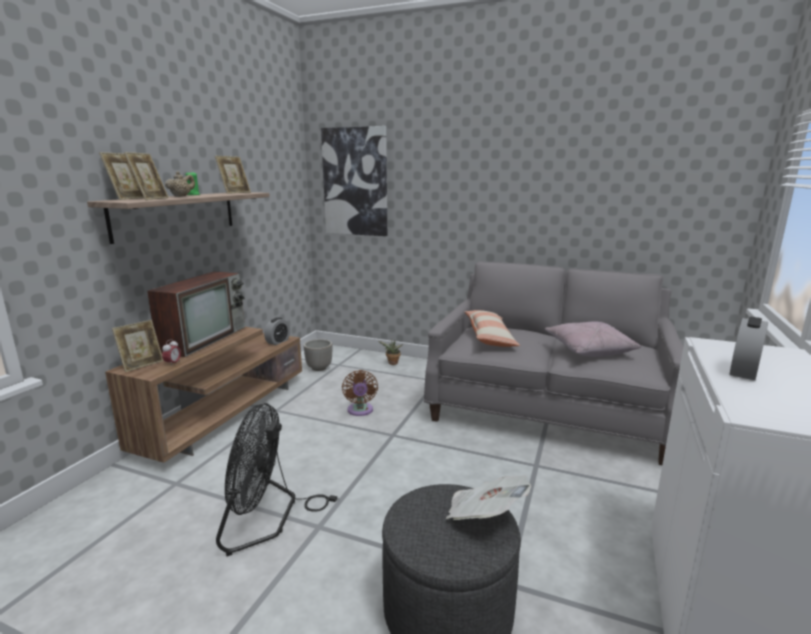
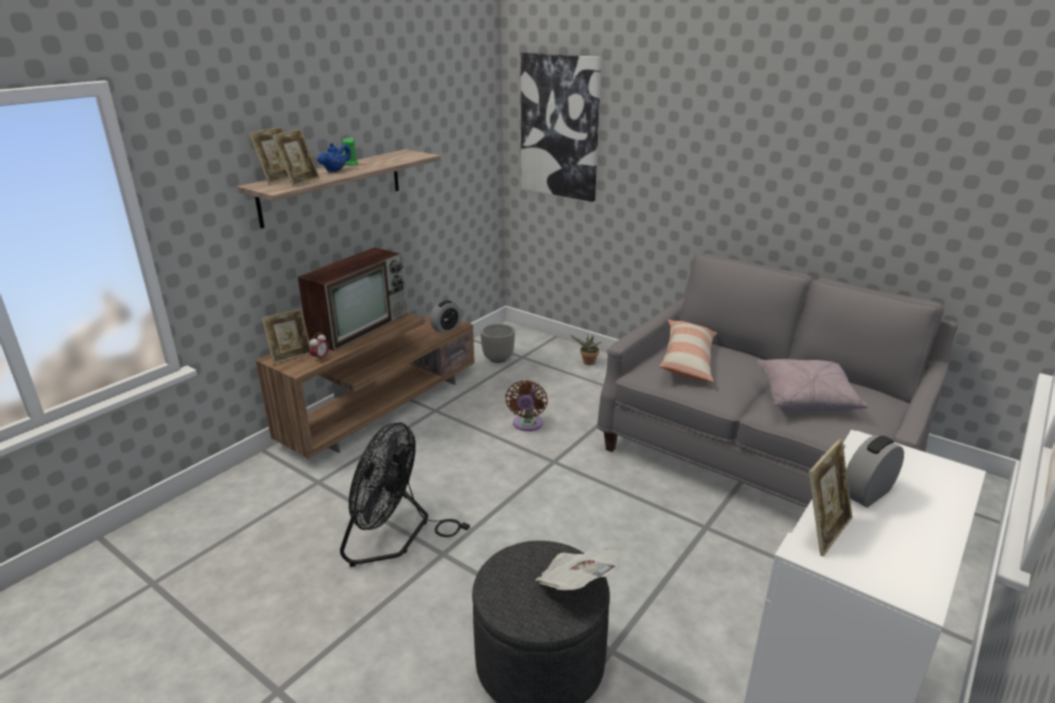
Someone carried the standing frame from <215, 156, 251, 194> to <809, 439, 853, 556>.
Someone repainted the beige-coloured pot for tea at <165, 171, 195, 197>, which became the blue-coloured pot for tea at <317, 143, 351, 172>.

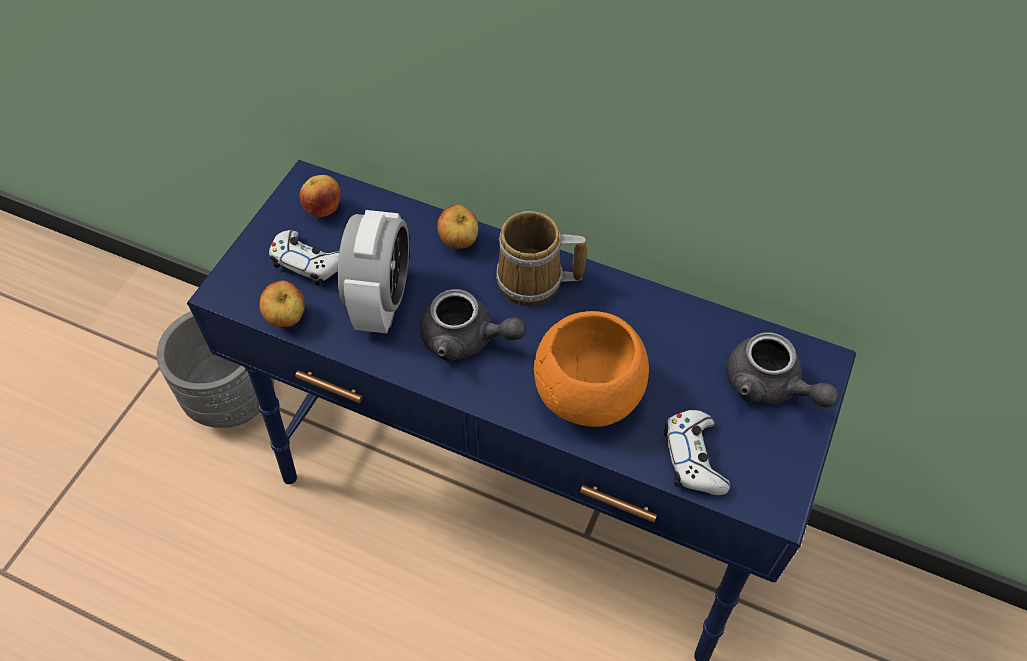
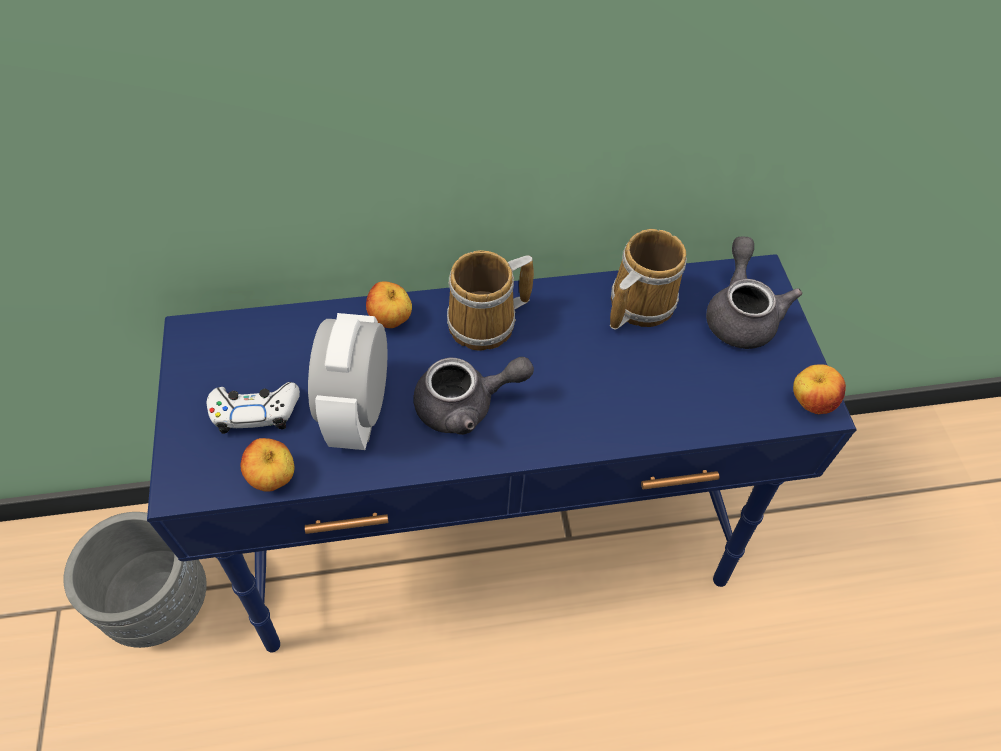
Someone took away the orange-coloured bowl at <534, 311, 649, 427>.
Someone took away the white-coloured game controller at <663, 410, 730, 495>.
Someone put down the coffee mug at <610, 229, 687, 329>.
Someone carried the whole apple from <300, 175, 341, 217> to <793, 364, 846, 414>.
Someone rotated the table clock at <338, 210, 409, 334> by 150 degrees counterclockwise.
Someone rotated the greyish pot for tea at <726, 332, 839, 407> by 105 degrees counterclockwise.

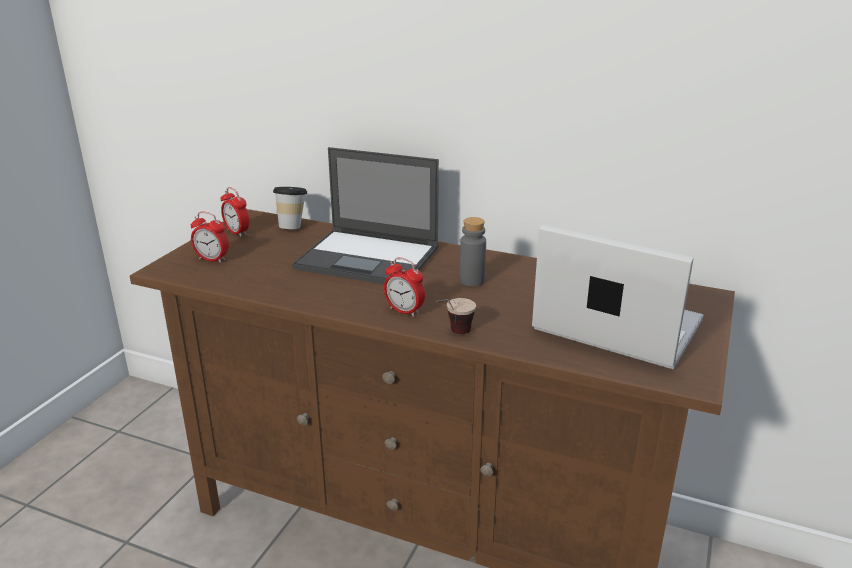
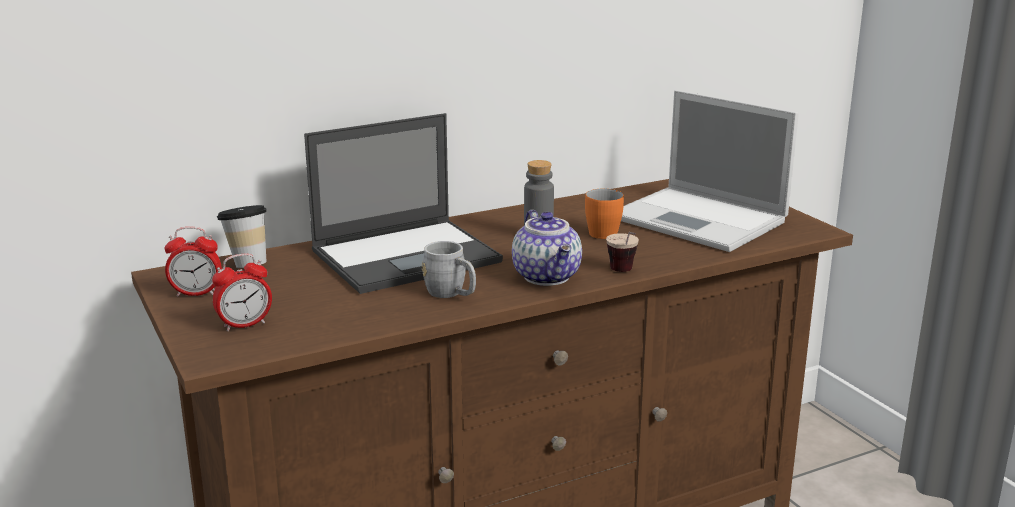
Someone put down the greyish coffee mug at <422, 241, 476, 298>.
Someone put down the orange-coloured coffee mug at <585, 189, 624, 239>.
Someone swapped the table clock at <384, 257, 425, 317> for the pot for tea at <512, 210, 582, 286>.
Someone rotated the portable computer at <532, 224, 703, 369> by 120 degrees counterclockwise.

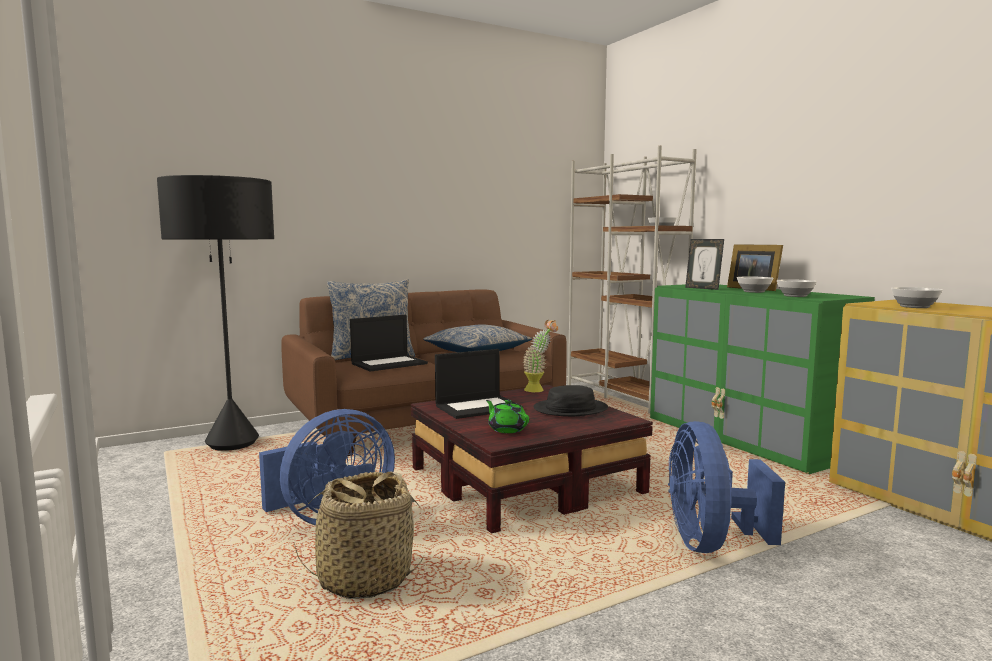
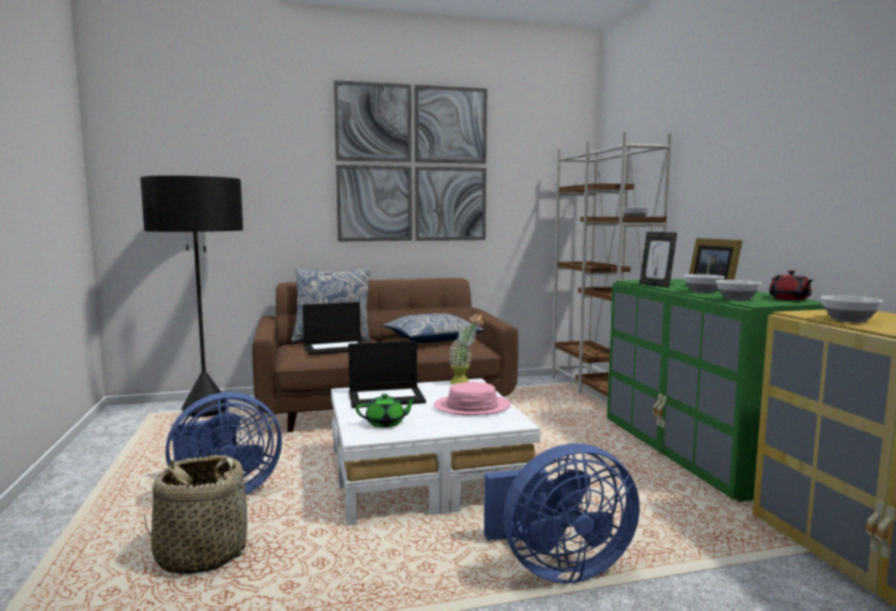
Someone put up the picture at <334, 80, 487, 241>.
Someone put down the reddish pot for tea at <769, 270, 813, 301>.
Someone repainted the brownish lounge table at <411, 385, 653, 534>, which became the white-coloured lounge table at <331, 378, 540, 526>.
Someone repainted the black wearable hat at <534, 385, 608, 417>, which became the pink-coloured wearable hat at <434, 382, 511, 415>.
Someone rotated the green pot for tea at <486, 400, 529, 433> by 105 degrees clockwise.
Someone rotated the blue-coloured fan at <668, 421, 785, 553> by 120 degrees counterclockwise.

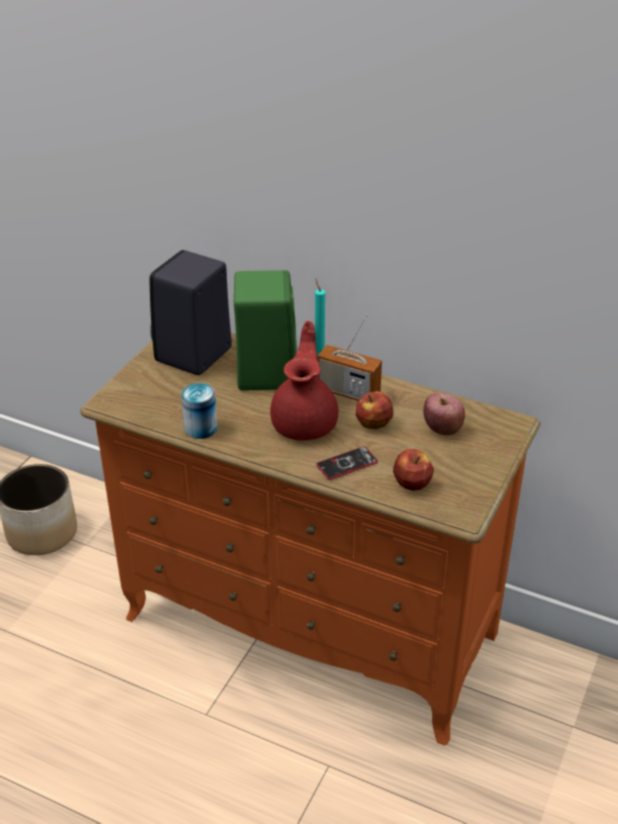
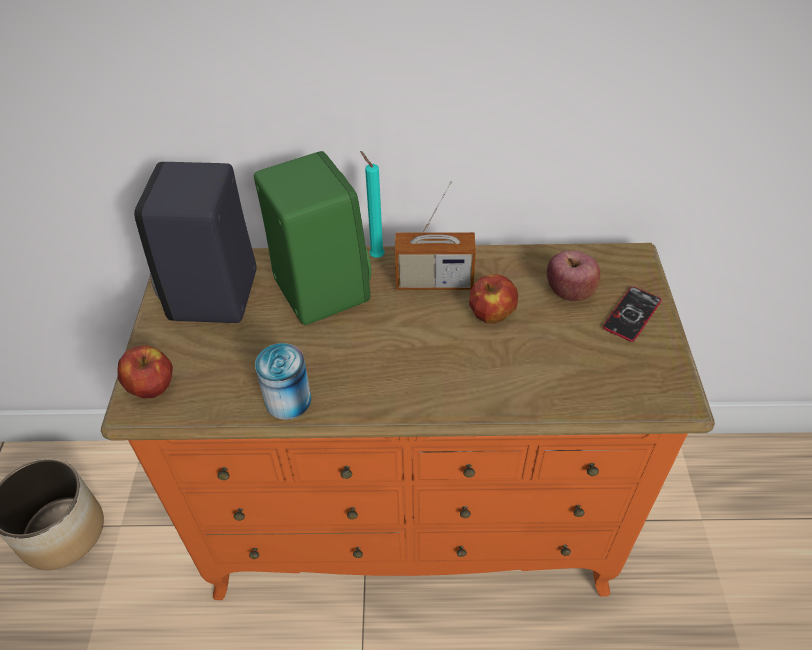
Someone took away the reddish pot for tea at <270, 321, 338, 441>.
Someone carried the phone from <316, 447, 378, 480> to <603, 287, 661, 342>.
Someone carried the whole apple from <393, 449, 434, 491> to <117, 345, 173, 399>.

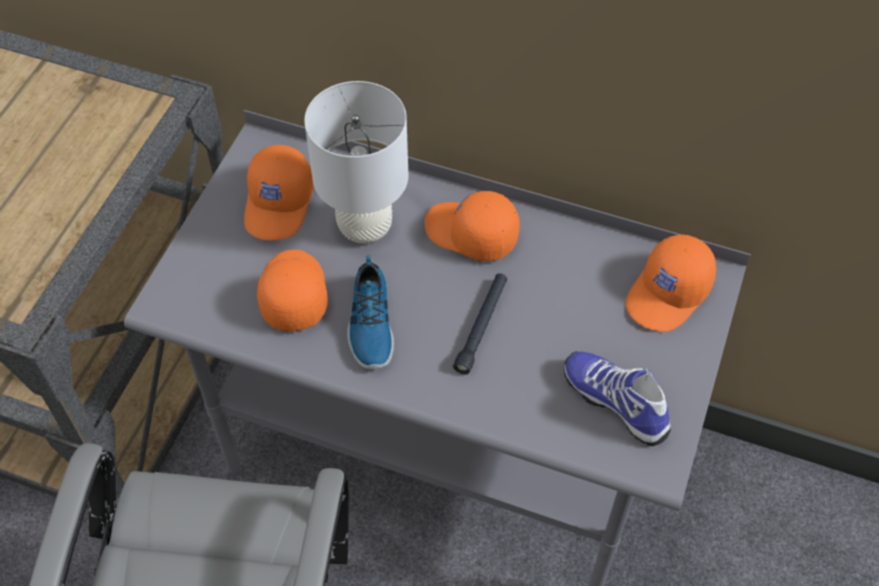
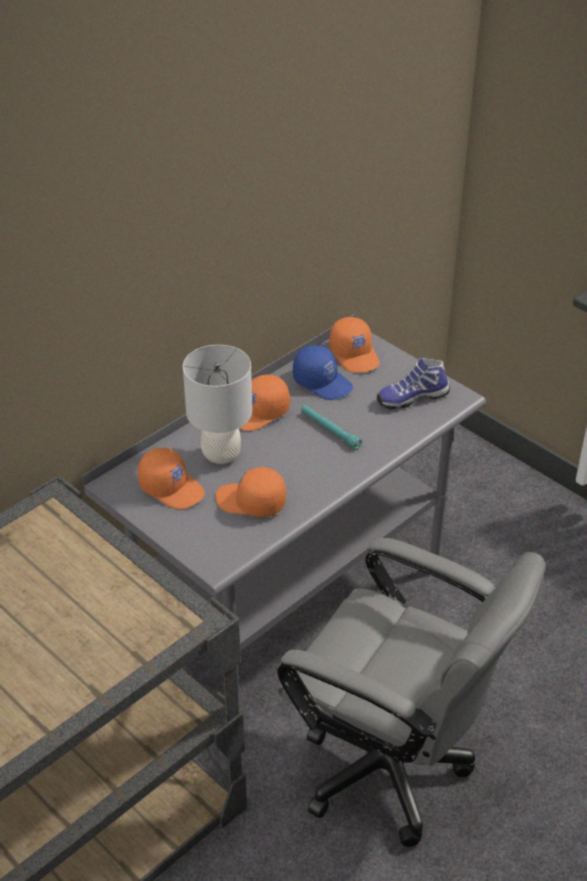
Someone took away the shoe at <347, 255, 394, 369>.
Someone put down the blue-coloured baseball cap at <293, 345, 353, 400>.
Someone repainted the black flashlight at <453, 273, 507, 375>, which became the blue-green flashlight at <301, 405, 362, 450>.

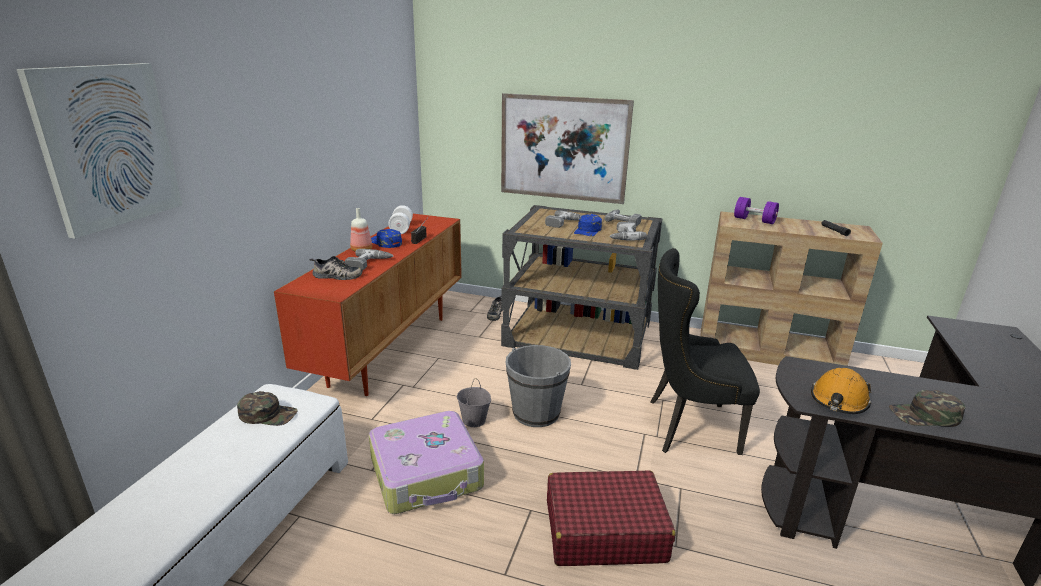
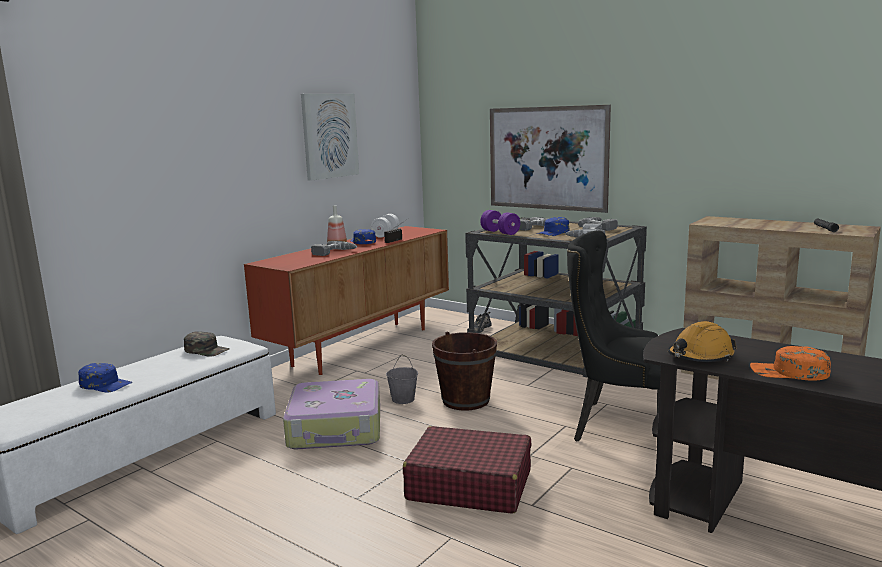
Someone took away the shoe at <309, 256, 362, 280>.
Someone put down the blue-coloured baseball cap at <78, 363, 132, 392>.
Someone carried the picture from <17, 63, 182, 239> to <301, 94, 359, 181>.
Someone carried the purple-coloured free weight from <734, 197, 779, 224> to <480, 210, 520, 235>.
Someone repainted the greyish water bucket at <505, 345, 571, 427>, which became the brownish water bucket at <432, 332, 497, 410>.
Someone repainted the green baseball cap at <889, 390, 965, 427>, which became the orange-coloured baseball cap at <750, 346, 831, 381>.

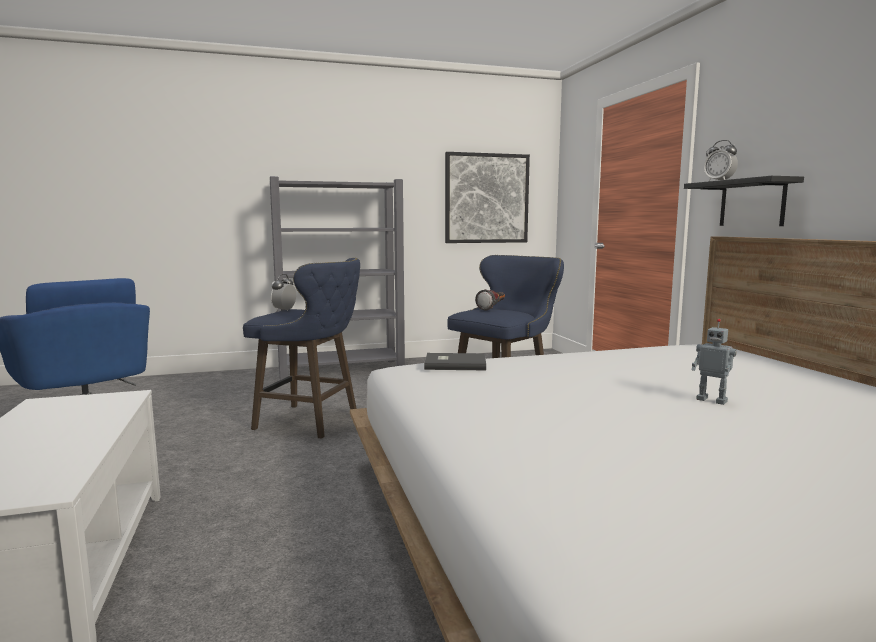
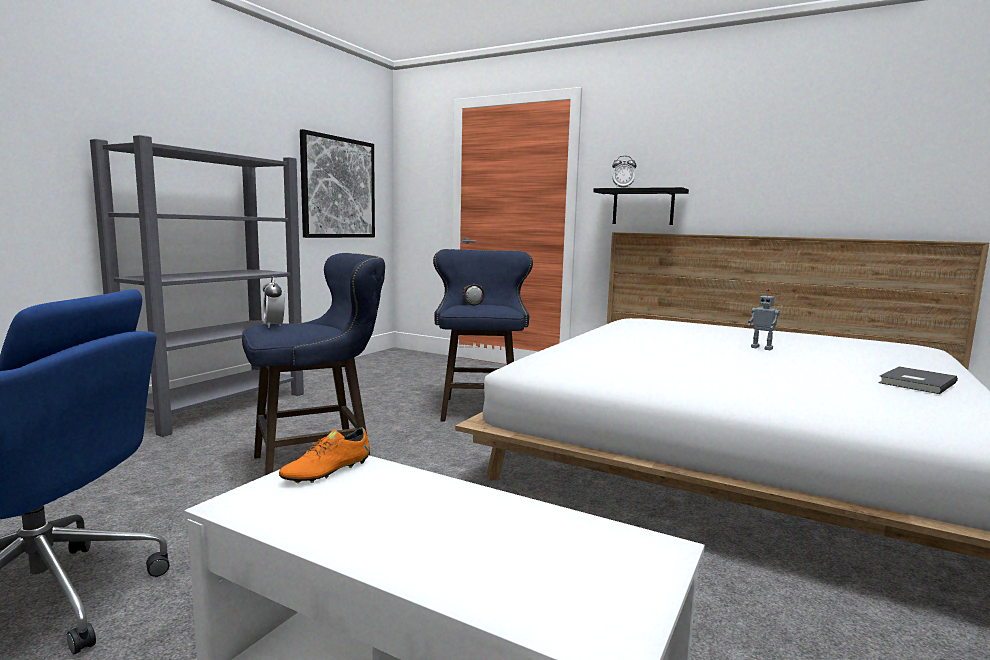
Someone put down the orange-coloured shoe at <279, 428, 370, 484>.
Someone carried the greyish book from <424, 353, 486, 370> to <879, 366, 958, 394>.
Someone rotated the robot figure at <691, 319, 737, 405> by 45 degrees clockwise.

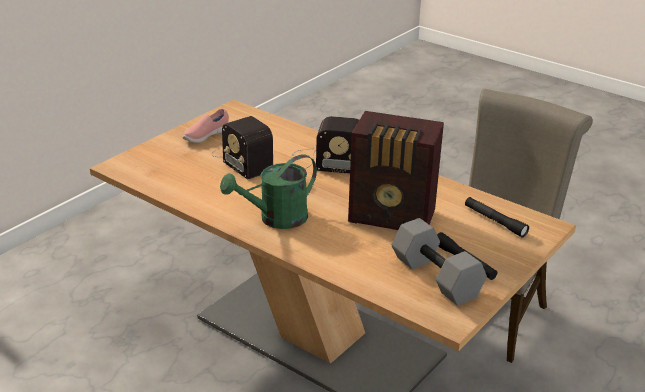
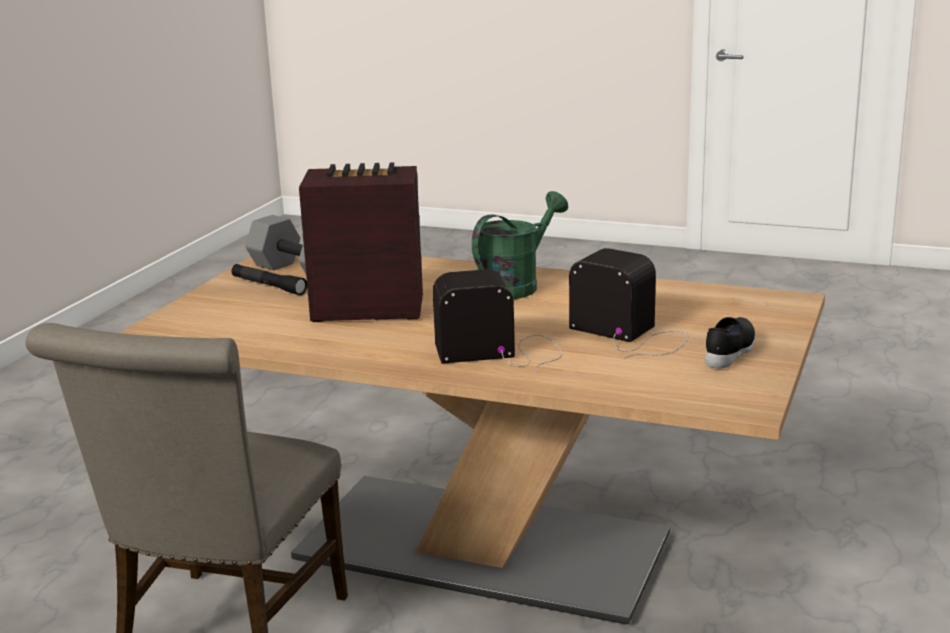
Someone took away the black flashlight at <465, 197, 529, 237>.
Someone repainted the pink-coloured shoe at <182, 108, 229, 143>, which became the black shoe at <705, 317, 755, 368>.

